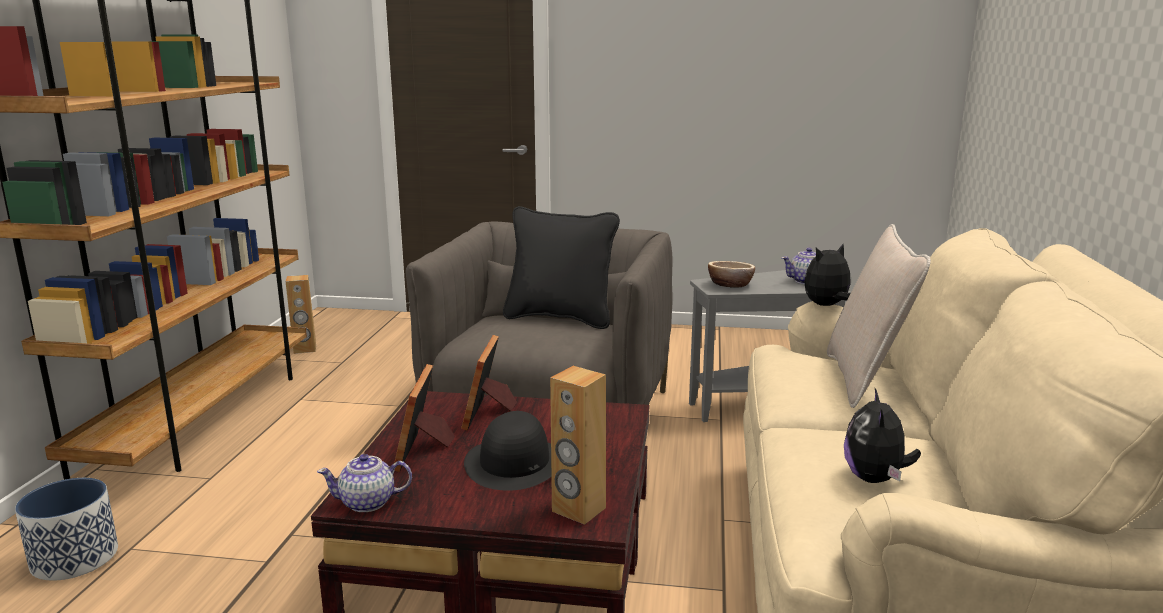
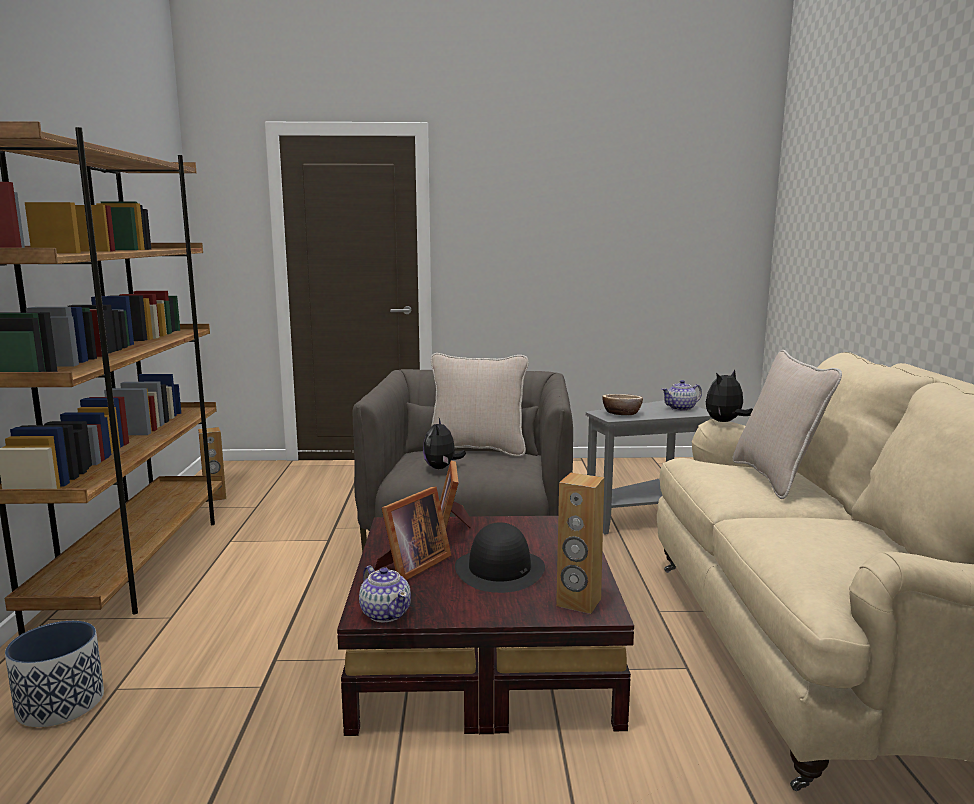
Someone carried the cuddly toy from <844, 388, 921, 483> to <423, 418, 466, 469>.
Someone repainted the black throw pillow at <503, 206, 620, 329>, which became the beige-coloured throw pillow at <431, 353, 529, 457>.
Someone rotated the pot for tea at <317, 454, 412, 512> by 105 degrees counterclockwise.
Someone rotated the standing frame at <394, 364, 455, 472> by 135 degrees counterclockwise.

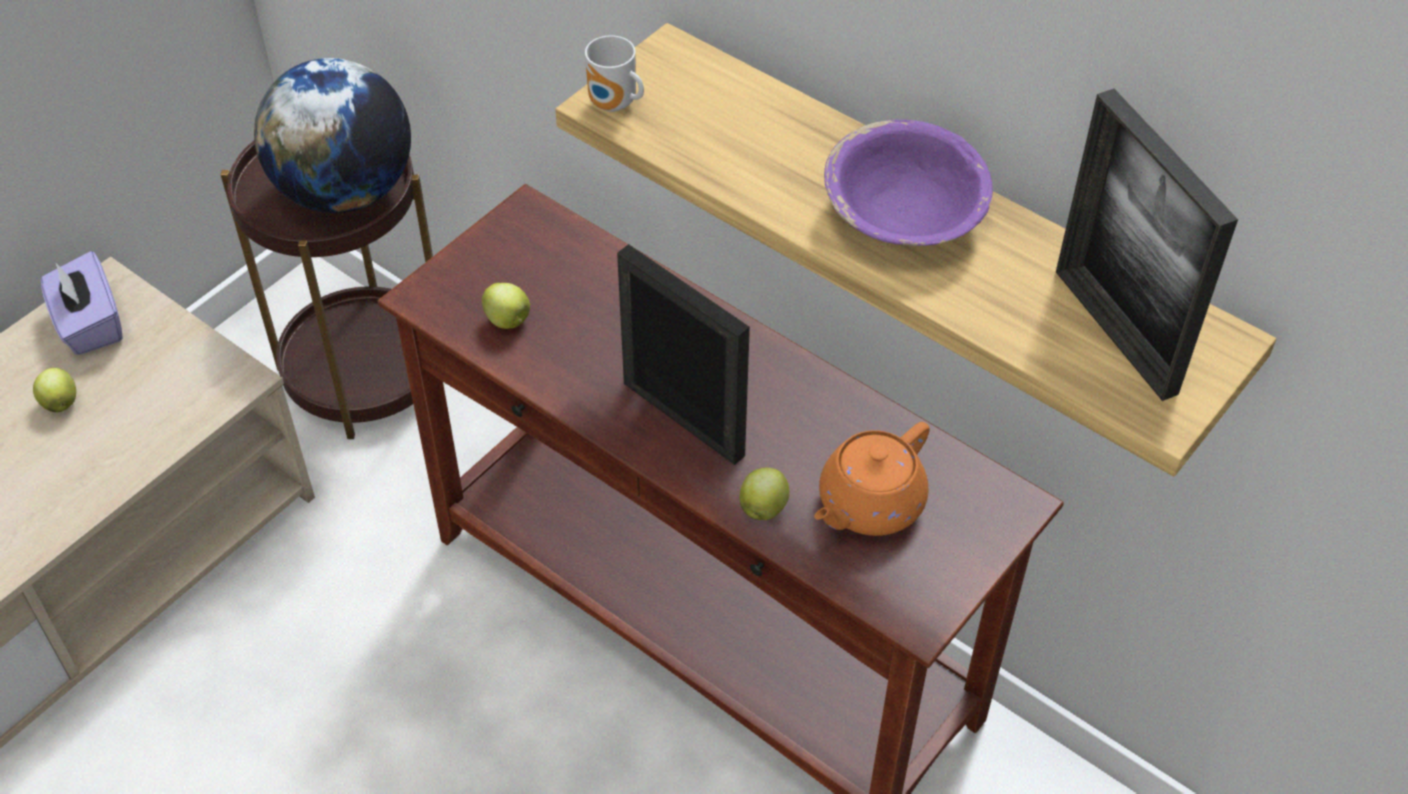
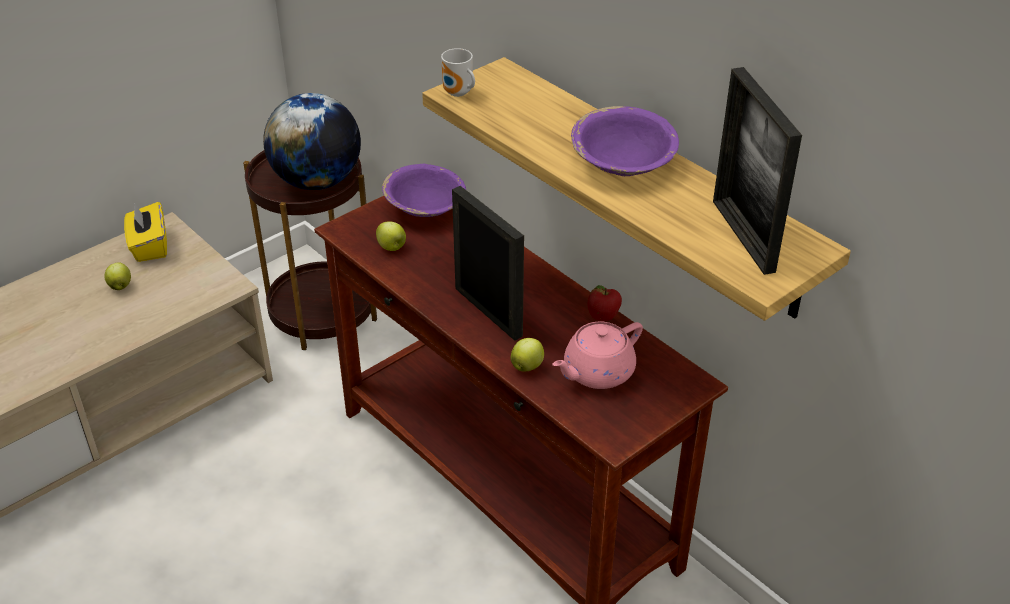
Someone put down the purple-coloured bowl at <382, 164, 466, 217>.
Someone put down the whole apple at <588, 285, 622, 321>.
Someone repainted the purple-coloured tissue box at <41, 251, 123, 355>, which became the yellowish tissue box at <124, 202, 167, 262>.
Someone repainted the orange-coloured pot for tea at <814, 422, 930, 536>, which became the pink-coloured pot for tea at <552, 321, 643, 389>.

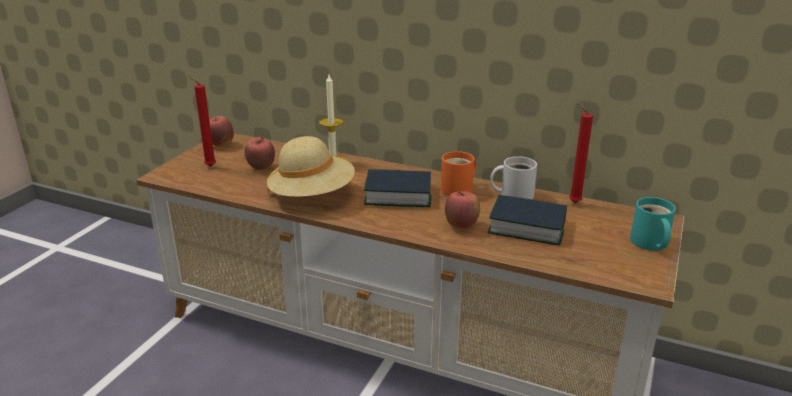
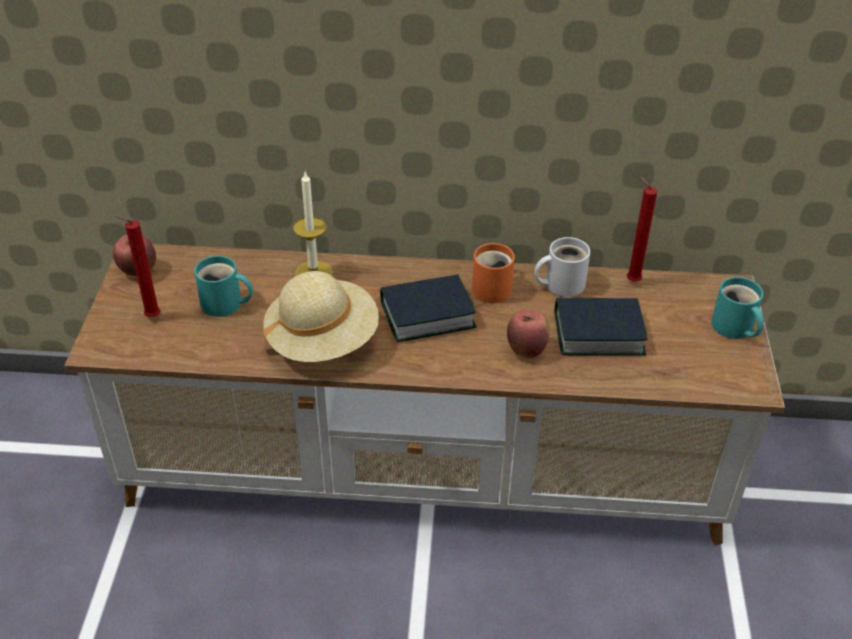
Someone swapped the whole apple at <245, 137, 275, 170> for the blue-green coffee mug at <194, 256, 253, 317>.

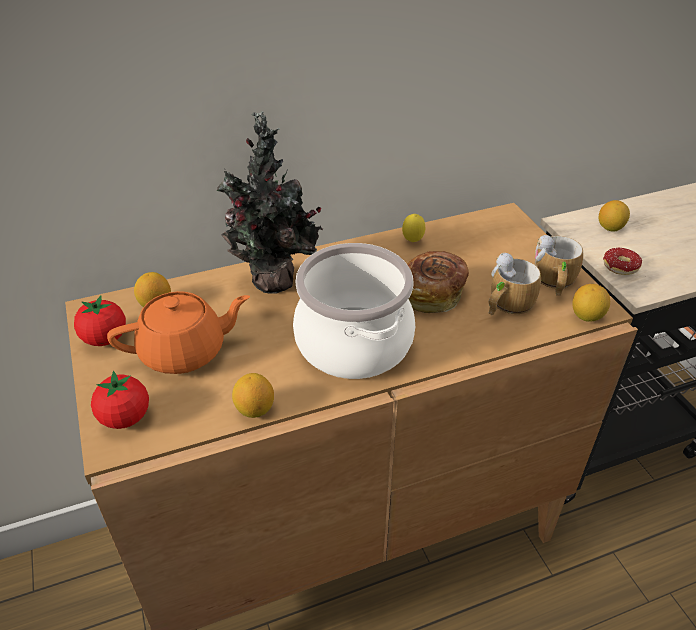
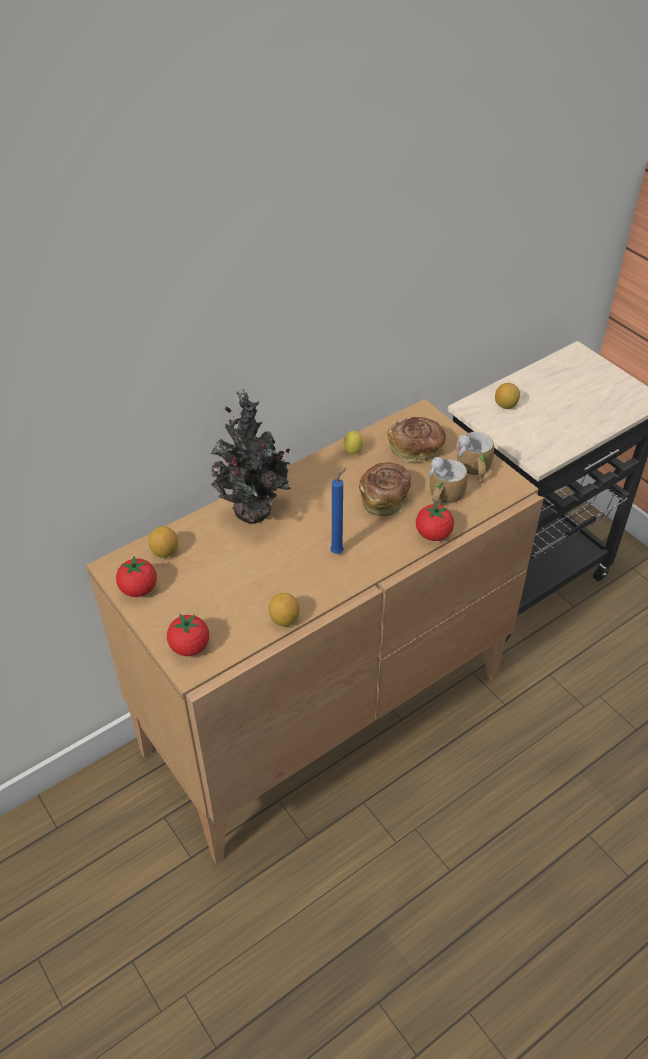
Someone took away the orange-coloured pot for tea at <107, 291, 250, 374>.
Someone took away the whole lemon at <572, 284, 610, 322>.
Someone took away the donut at <603, 248, 642, 275>.
Someone put down the bakery bread at <387, 417, 446, 462>.
Someone put down the whole tomato at <416, 502, 454, 541>.
Someone swapped the stockpot at <293, 243, 415, 379> for the blue-coloured wax light at <330, 468, 346, 554>.

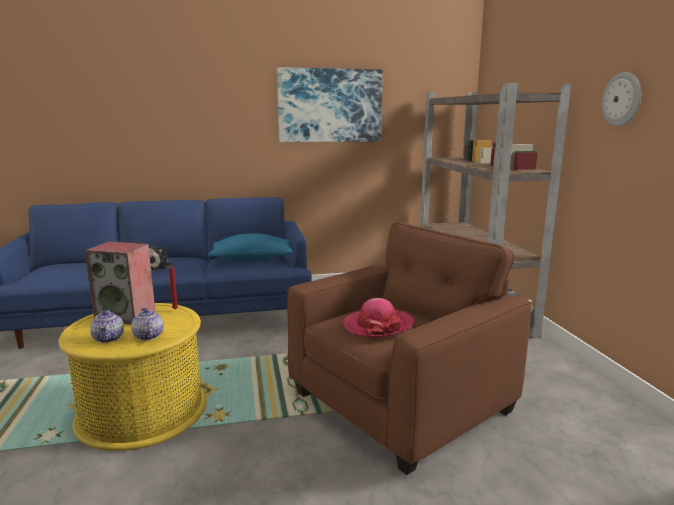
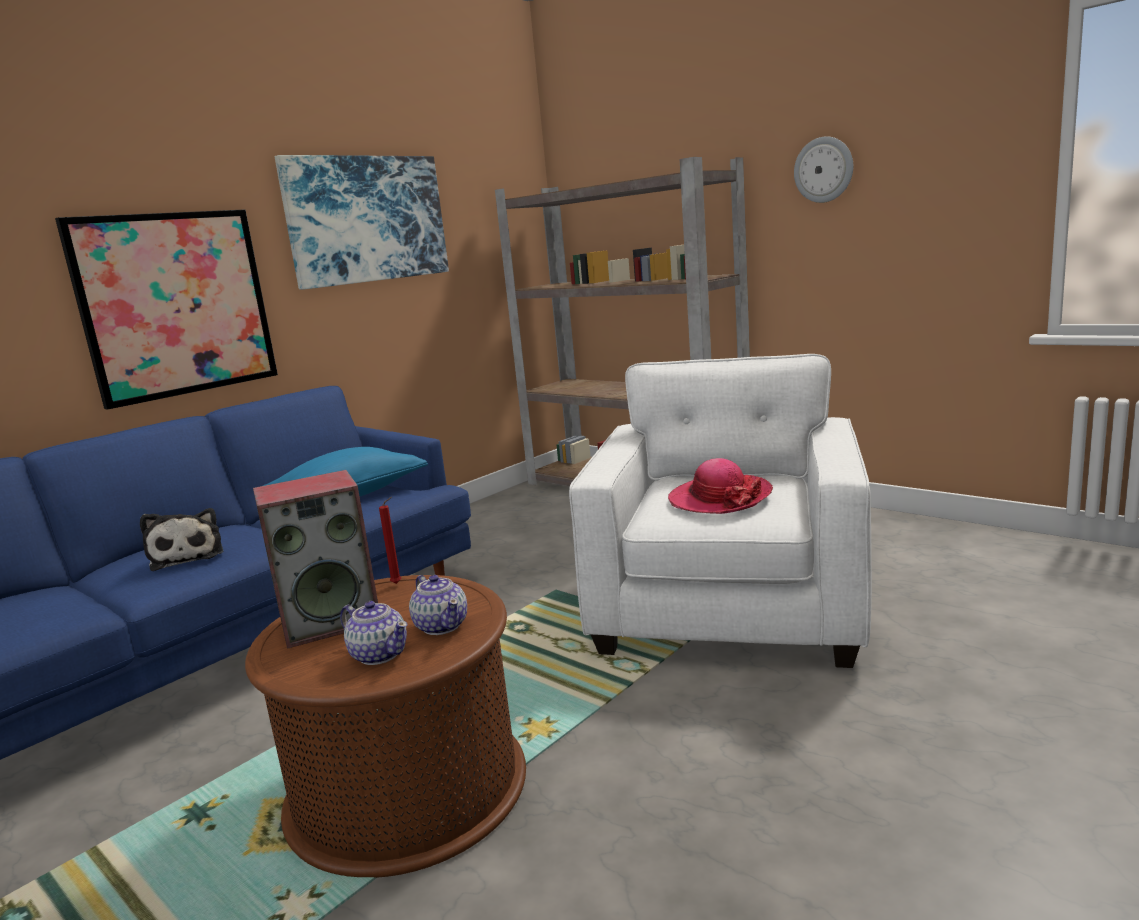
Someone put up the picture at <55, 209, 278, 410>.
Someone repainted the yellowish lounge table at <58, 303, 207, 451>, which became the brownish lounge table at <245, 575, 526, 878>.
Someone repainted the brownish lounge chair at <287, 223, 532, 475>, which became the white-coloured lounge chair at <569, 354, 872, 668>.
Someone rotated the pot for tea at <131, 307, 164, 341> by 150 degrees counterclockwise.

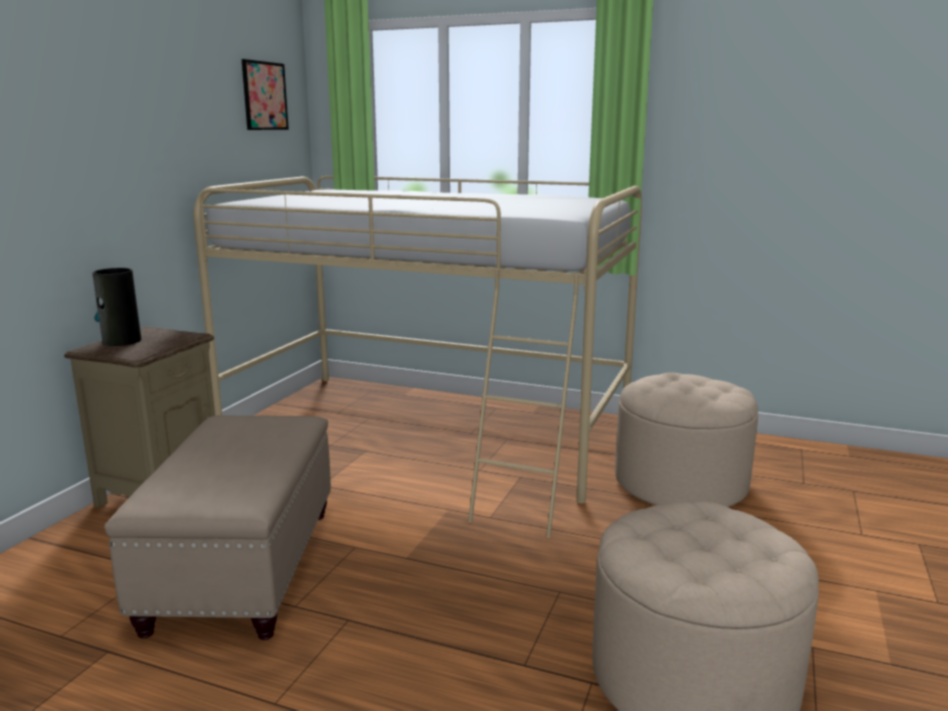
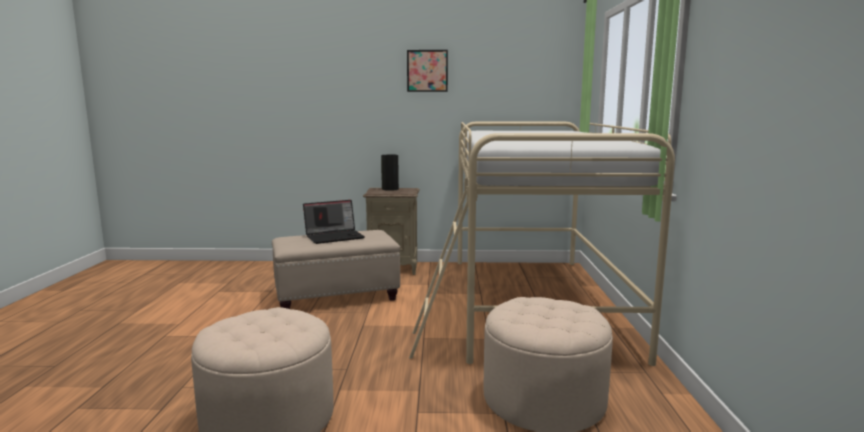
Someone put down the portable computer at <303, 200, 365, 244>.
Someone carried the picture from <242, 59, 289, 130> to <407, 50, 448, 92>.

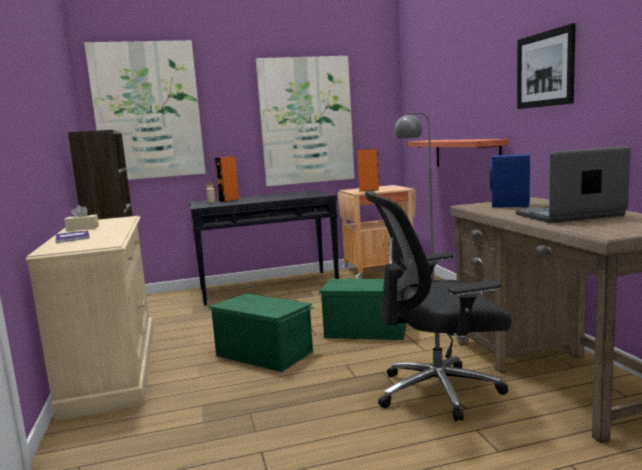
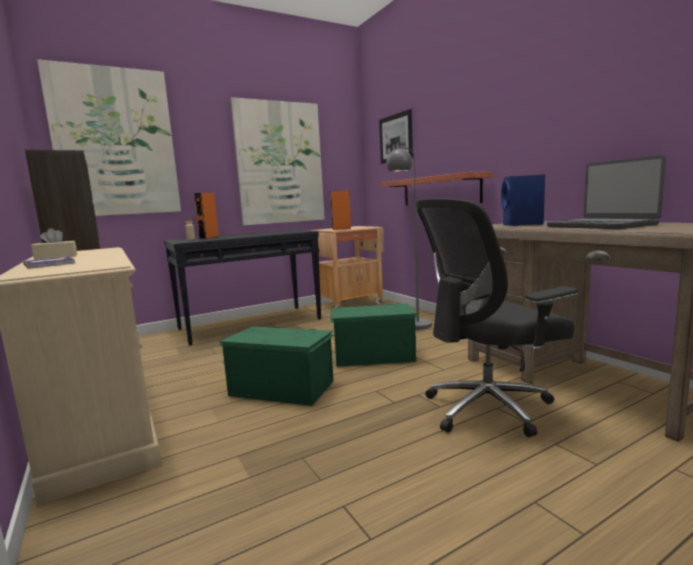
Someone carried the picture from <517, 23, 576, 109> to <379, 109, 413, 164>.
Someone rotated the portable computer at <516, 146, 631, 223> by 90 degrees counterclockwise.

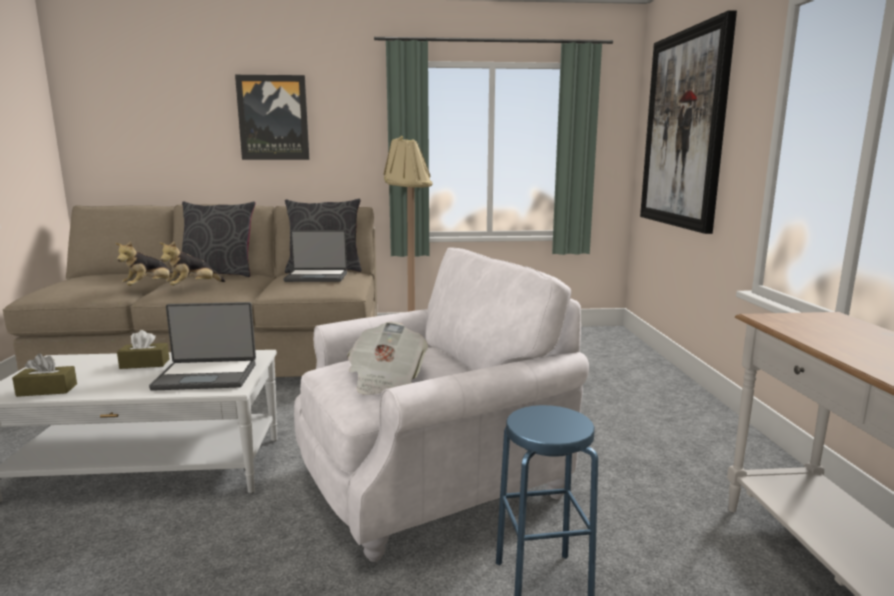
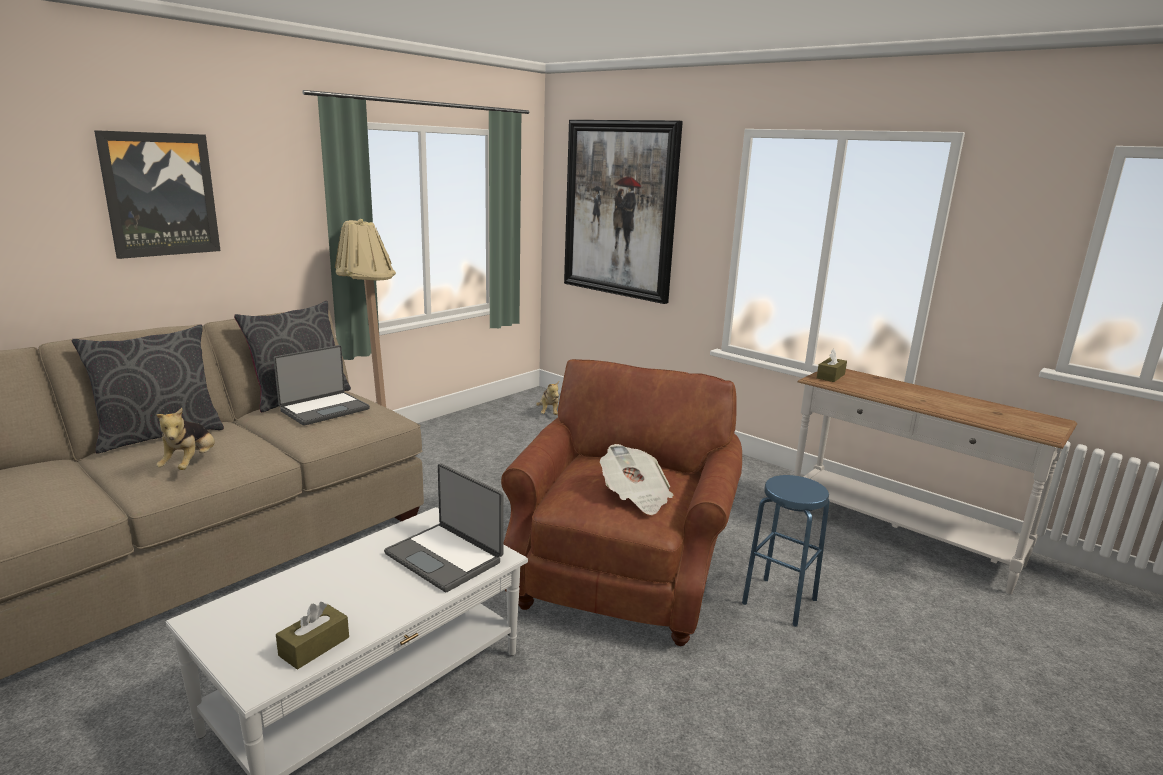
Someone carried the cuddly toy from <115, 241, 178, 286> to <536, 381, 559, 415>.
Someone carried the brownish tissue box from <117, 330, 169, 369> to <817, 349, 847, 382>.
Someone repainted the white-coloured lounge chair at <294, 247, 589, 562>, which became the brownish lounge chair at <501, 359, 742, 646>.
Someone rotated the portable computer at <149, 302, 256, 391> by 90 degrees clockwise.

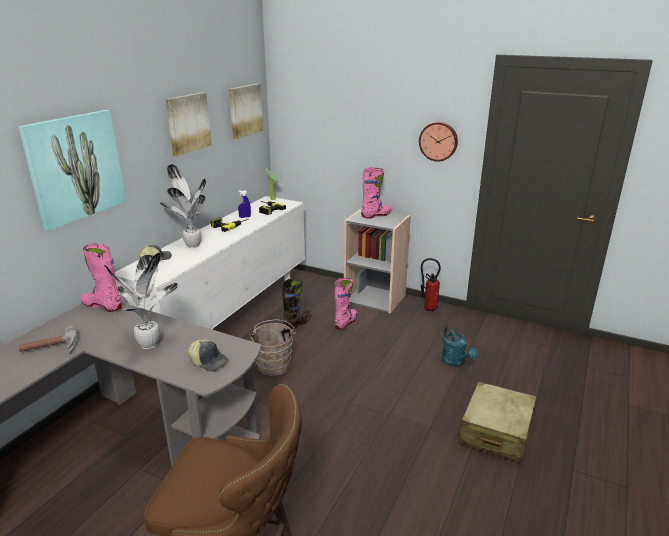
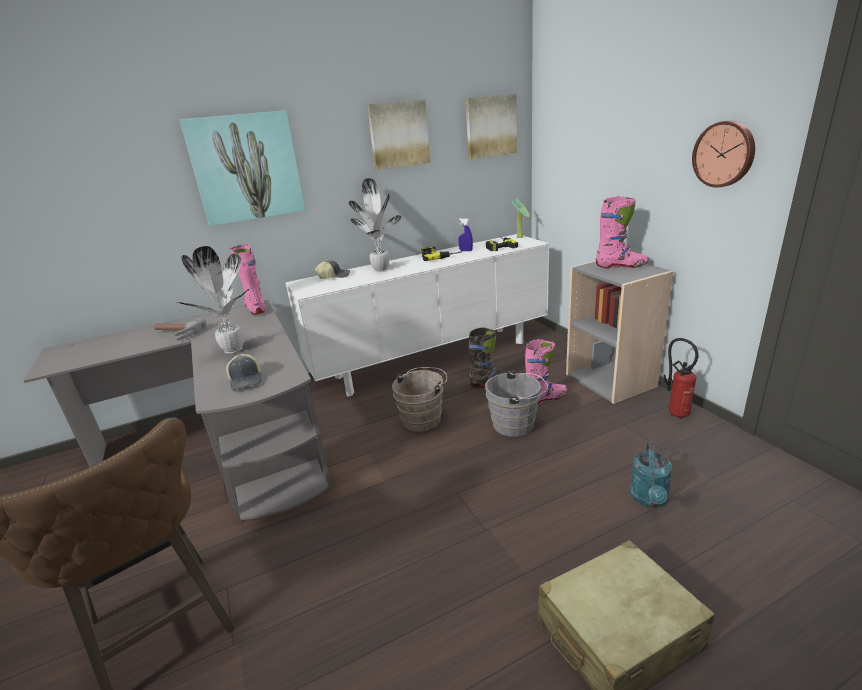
Someone put down the greyish water bucket at <485, 370, 548, 437>.

